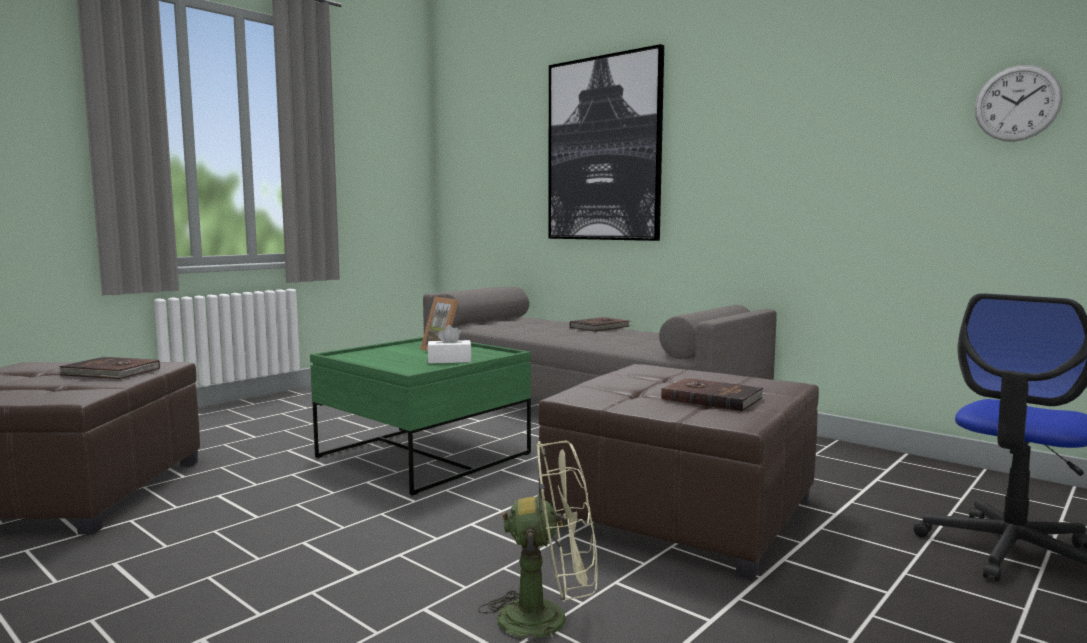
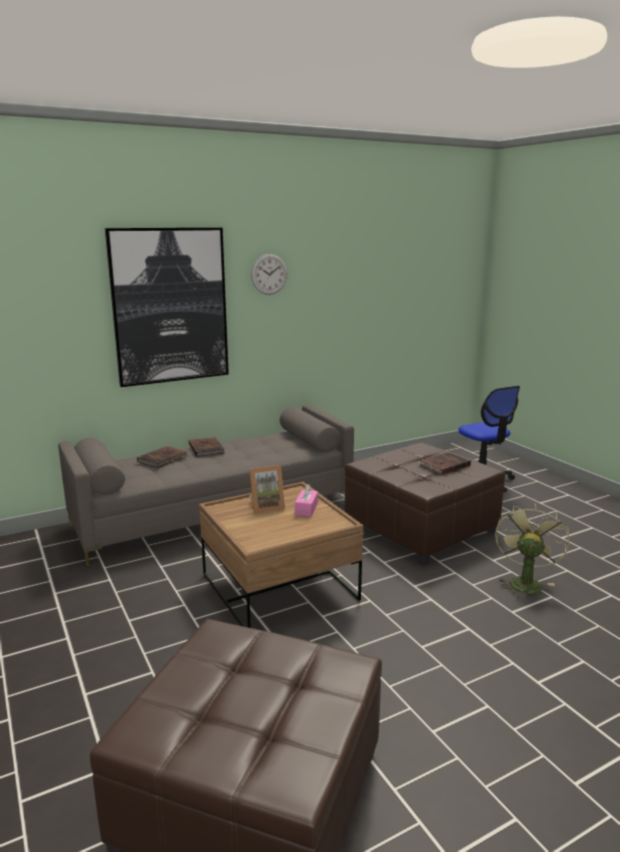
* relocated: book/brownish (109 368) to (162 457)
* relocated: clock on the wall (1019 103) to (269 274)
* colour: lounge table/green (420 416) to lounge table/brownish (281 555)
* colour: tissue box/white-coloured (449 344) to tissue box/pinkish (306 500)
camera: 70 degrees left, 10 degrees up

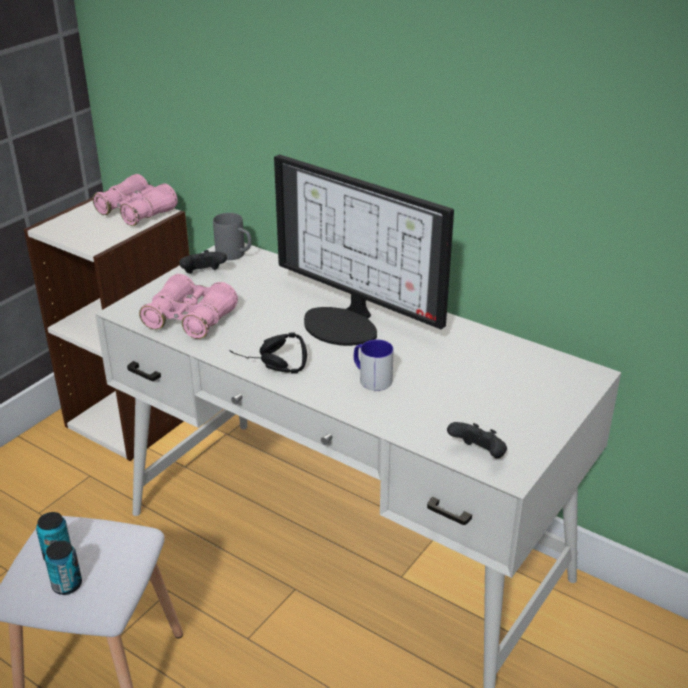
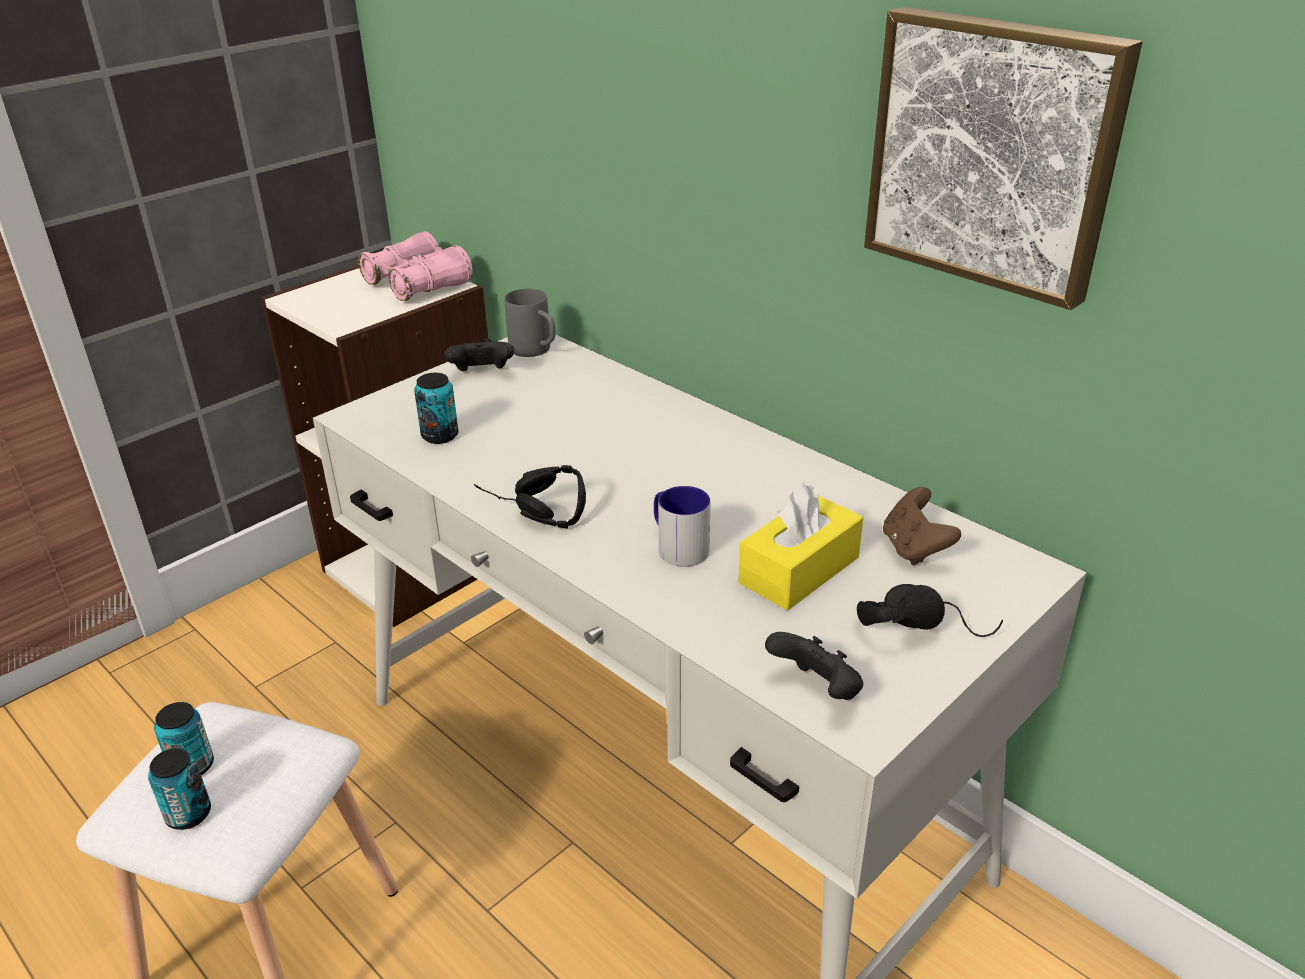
* missing: monitor (364 250)
* appeared: tissue box/yellowish (801 546)
* appeared: headset/black-coloured (930 610)
* appeared: picture (1003 158)
* appeared: gamepad/brownish (922 526)
* exchanged: binoculars/pinkish (188 306) to can (436 408)
camera: 10 degrees right, 0 degrees up

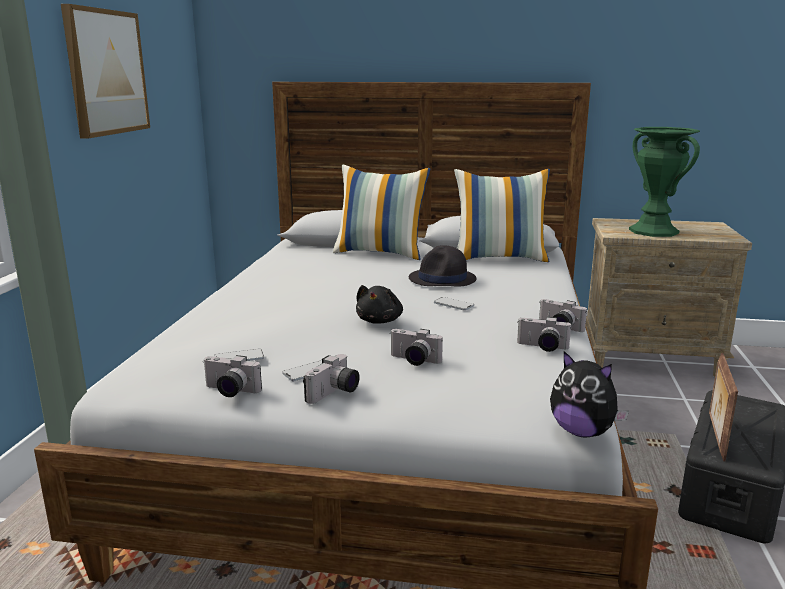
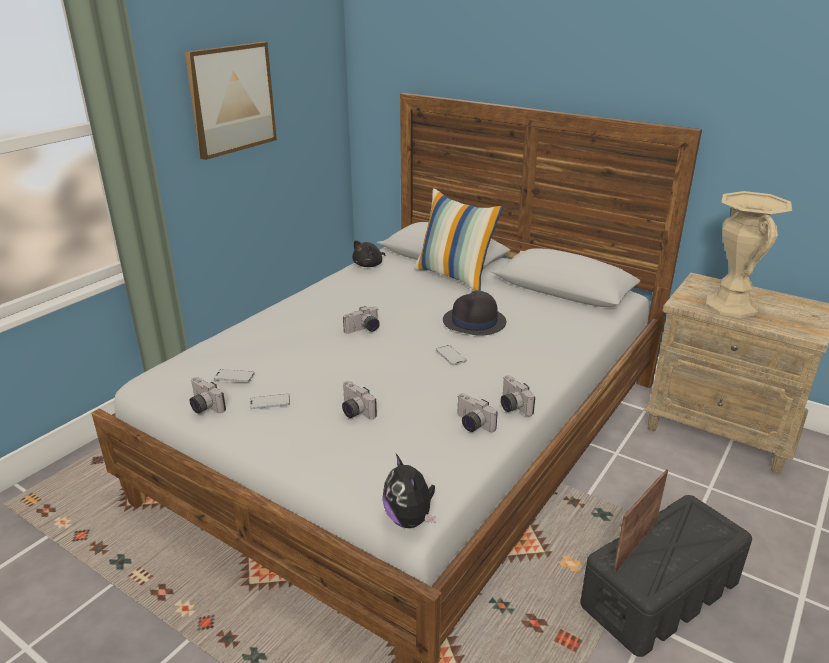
* missing: pillow (502 215)
* relocated: photo camera (331 379) to (361 320)
* relocated: soft toy/black-coloured (379 304) to (368 253)
* colour: vase/green (664 182) to vase/beige (748 254)
camera: 25 degrees right, 10 degrees up

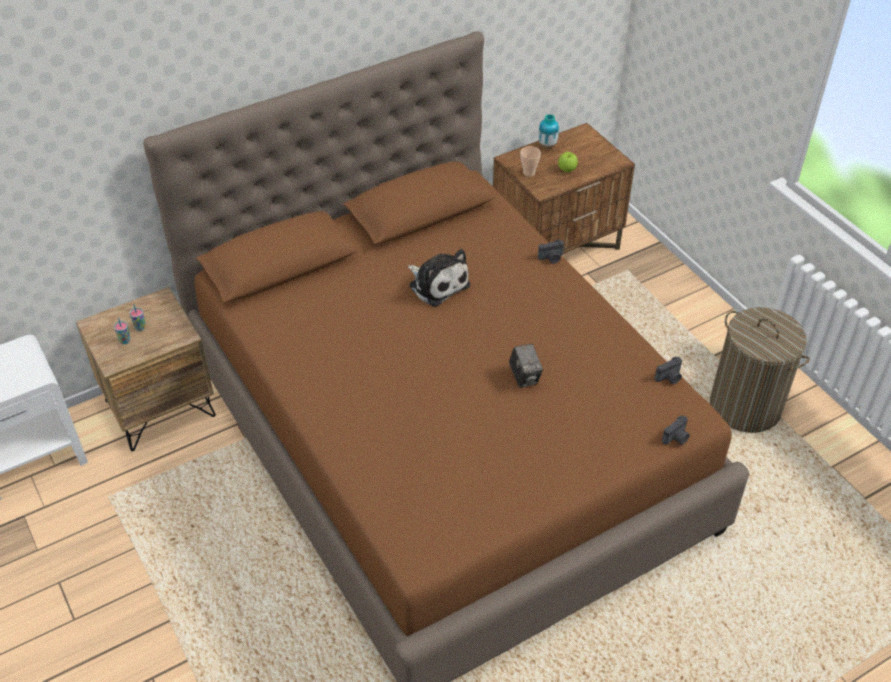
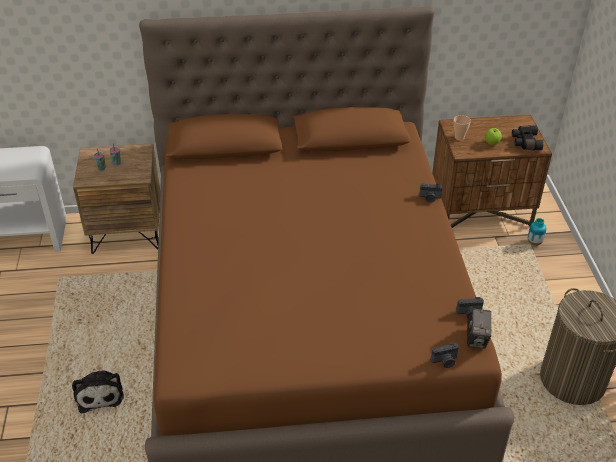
* appeared: binoculars/black-coloured (527 137)
* relocated: soft toy (439 278) to (98 391)
* relocated: photo camera (526 366) to (479 328)
* relocated: vase (548 131) to (537 232)
camera: 25 degrees right, 5 degrees down

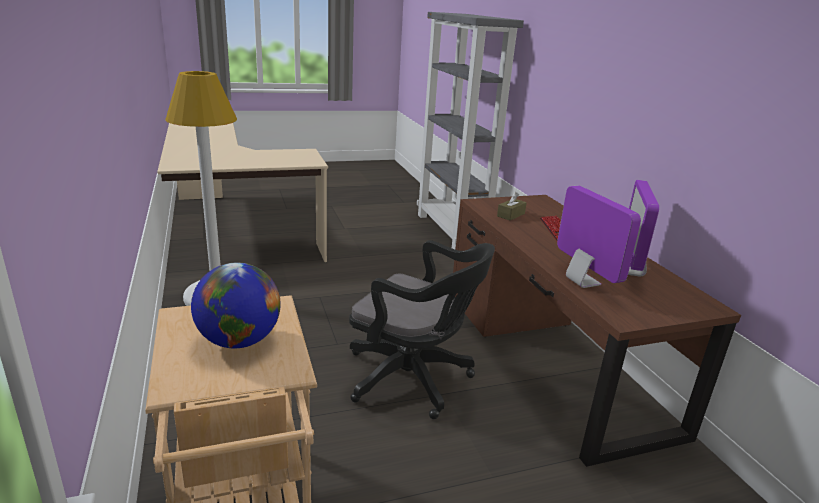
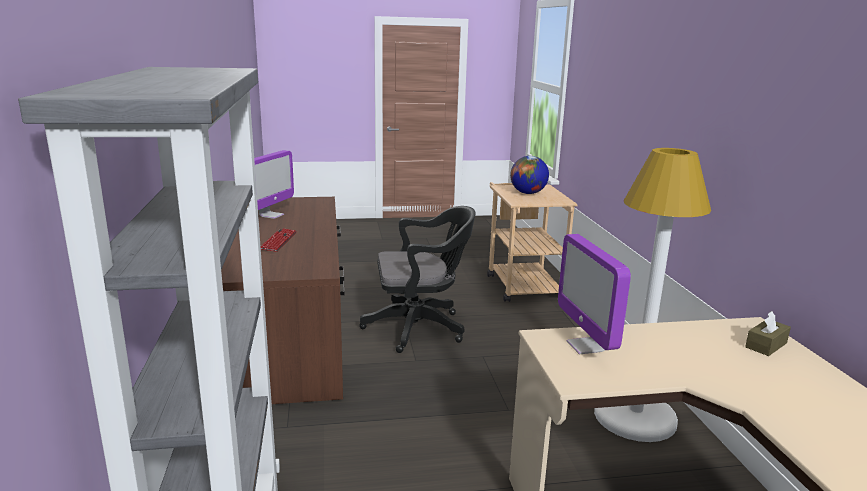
* relocated: tissue box/brownish (512 206) to (768 333)
* relocated: monitor (599 236) to (594 294)
* spun: computer chair/black-coloured (422 329) = (417 279) 135 degrees clockwise
camera: 170 degrees left, 5 degrees down

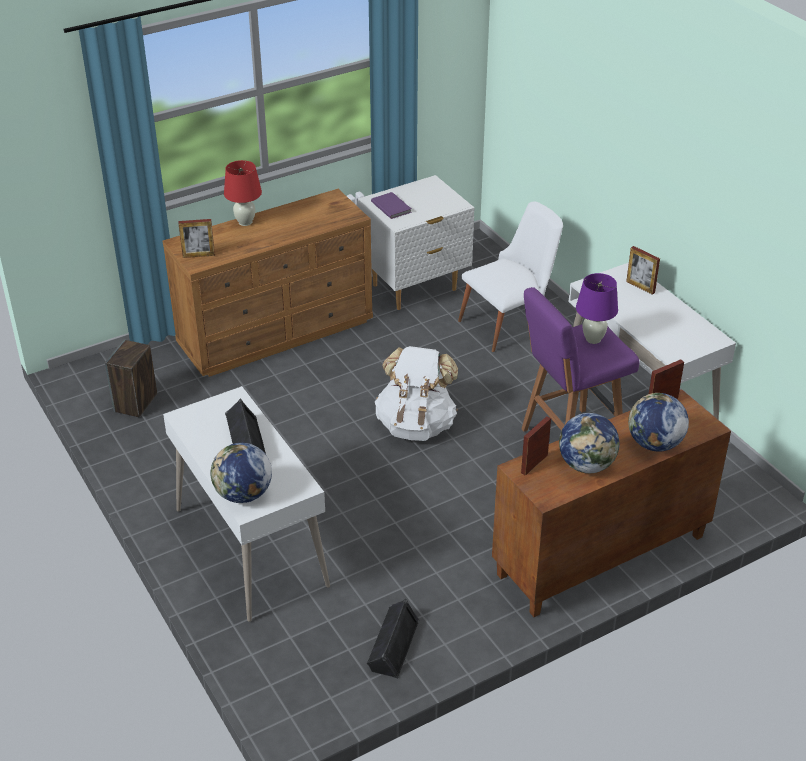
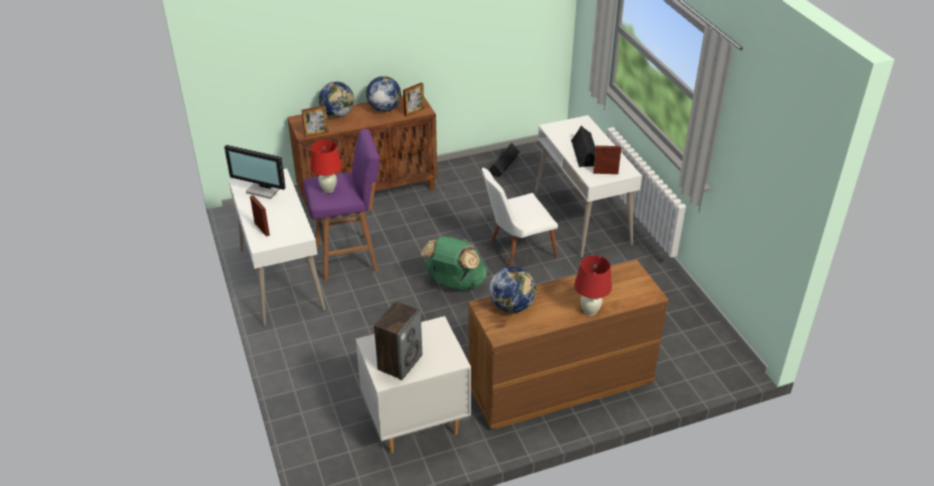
* missing: book/purple-coloured (391 205)
* appeared: monitor (255 172)
* relocated: audio speaker (131 378) to (398 340)
* relocated: photo frame (196 238) to (607 160)
* relocated: globe (241 473) to (512 290)
* relocated: upright chair/white-coloured (510 277) to (520 217)
* colour: rucksack/white-coloured (416 393) to rucksack/green (454 263)
* colour: tabletop lamp/purple-coloured (597 308) to tabletop lamp/reddish (326 166)
camera: 170 degrees left, 0 degrees up

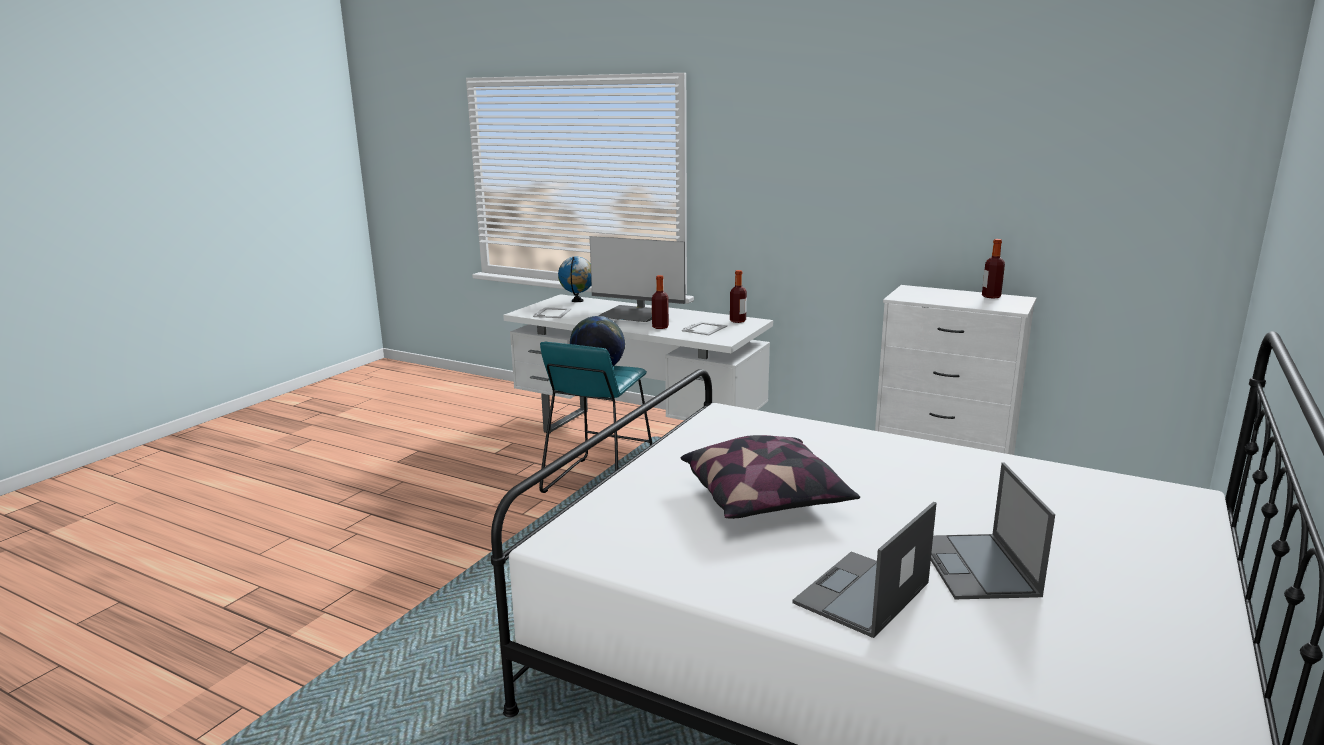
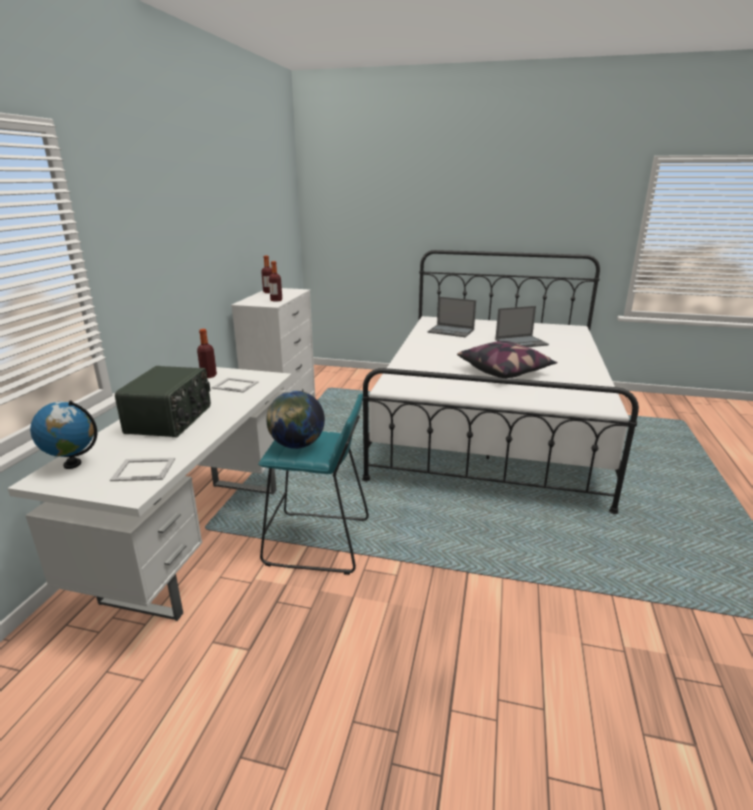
* relocated: bottle (660 302) to (275 281)
* relocated: laptop (864 570) to (452 317)
* exchanged: monitor (637 279) to radio (163 401)
camera: 105 degrees left, 5 degrees up

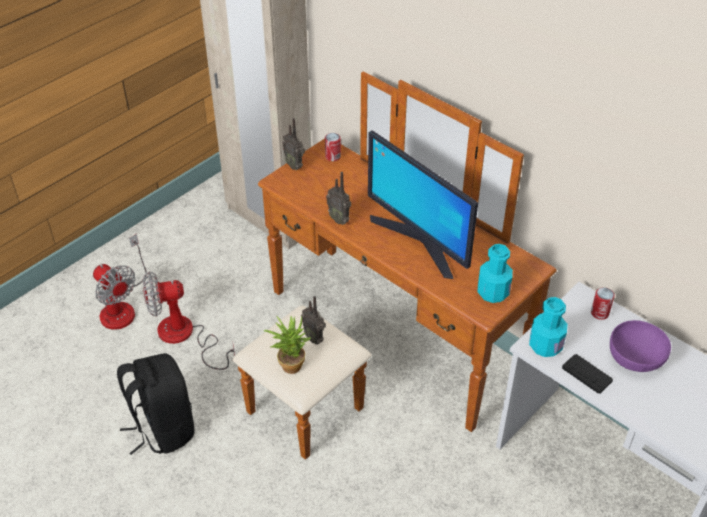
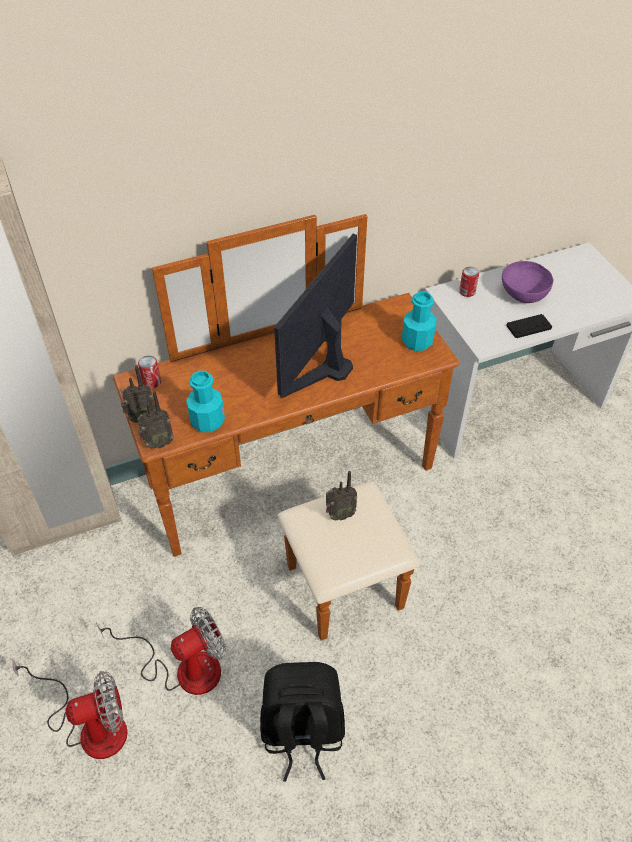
* missing: houseplant (287 345)
* relocated: radio (338 198) to (155 419)
* relocated: bottle/turquoise-coloured (548 327) to (205 401)
* spun: electric fan (189 321) = (161 651) 135 degrees counterclockwise
* spun: monitor (423 204) = (315 316) 135 degrees clockwise
camera: 65 degrees left, 5 degrees up

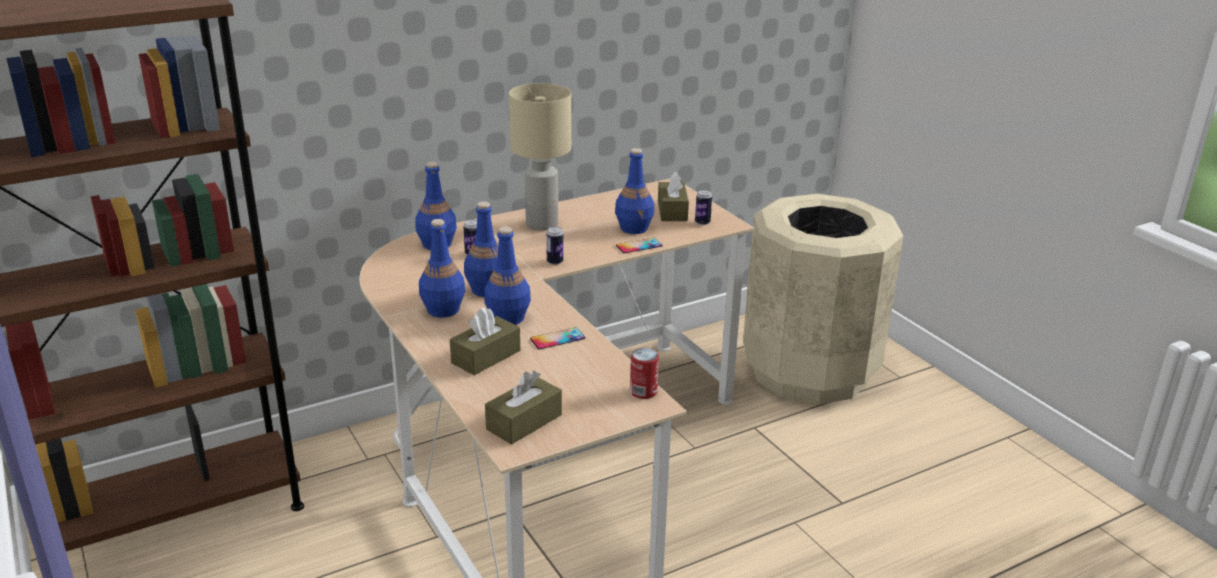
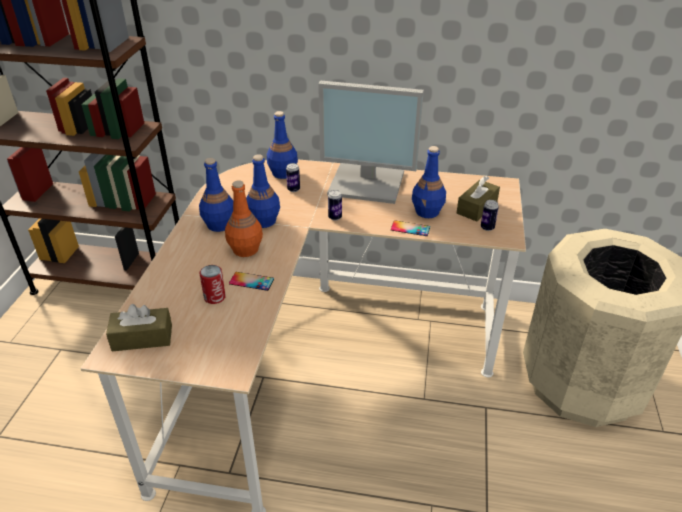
* missing: tissue box/brownish (485 341)
* relocated: can (644 373) to (212 284)
* exchanged: tabletop lamp/beige (540 157) to monitor (371 142)
* colour: bottle/blue (507 275) to bottle/orange (244 218)
camera: 40 degrees right, 10 degrees up

